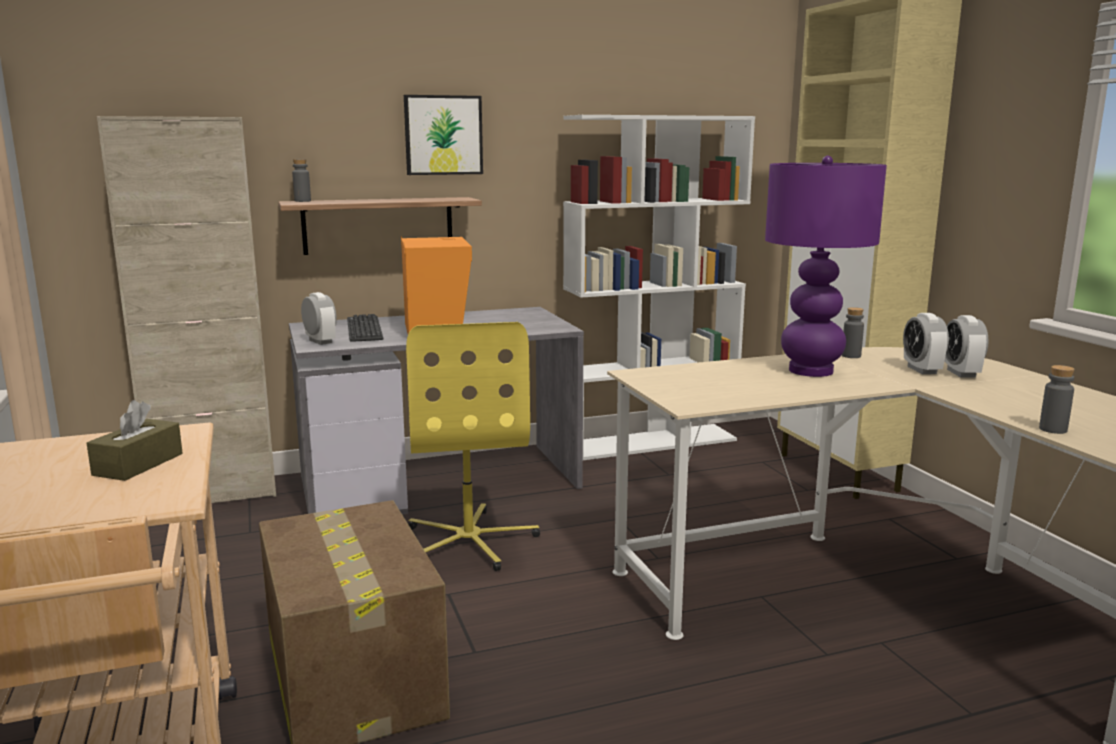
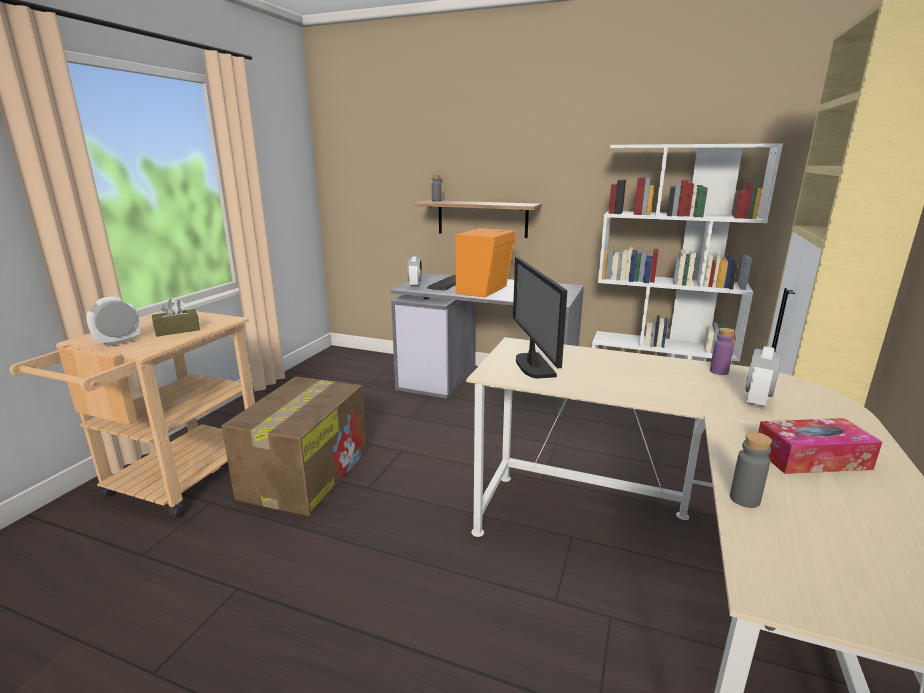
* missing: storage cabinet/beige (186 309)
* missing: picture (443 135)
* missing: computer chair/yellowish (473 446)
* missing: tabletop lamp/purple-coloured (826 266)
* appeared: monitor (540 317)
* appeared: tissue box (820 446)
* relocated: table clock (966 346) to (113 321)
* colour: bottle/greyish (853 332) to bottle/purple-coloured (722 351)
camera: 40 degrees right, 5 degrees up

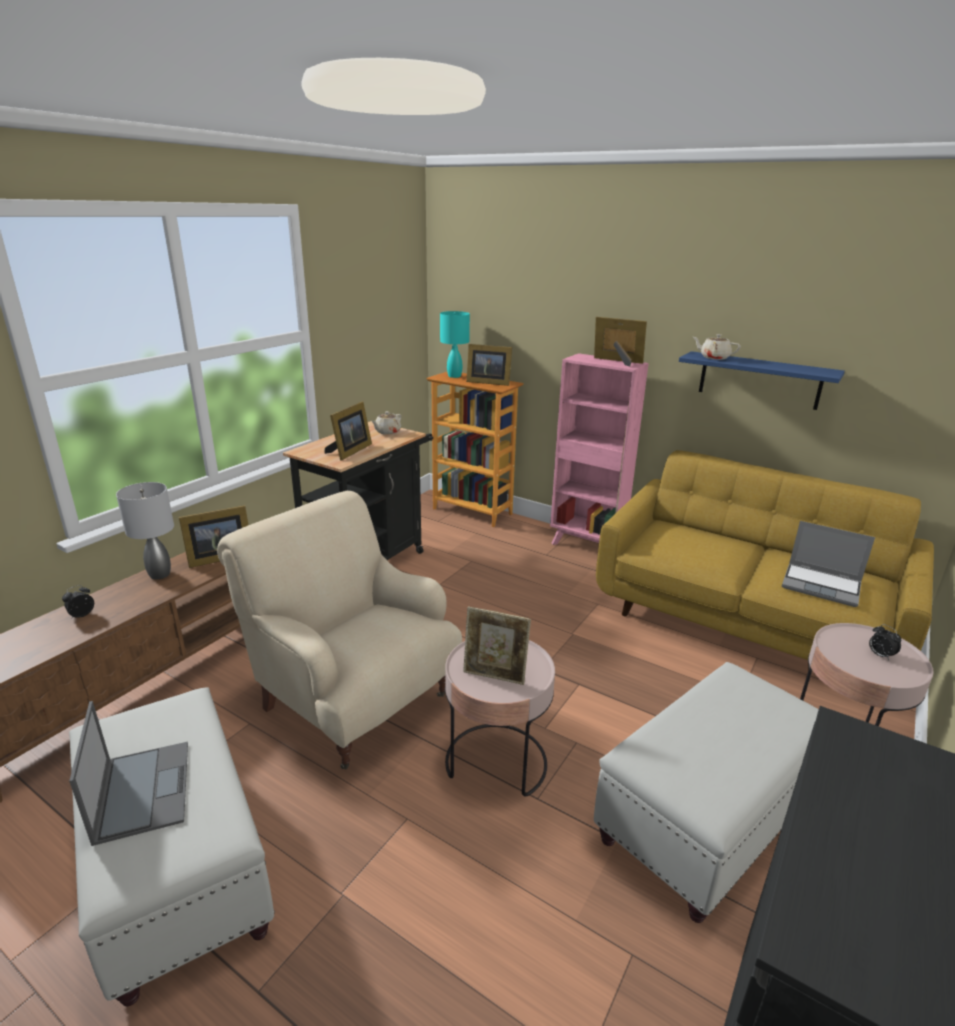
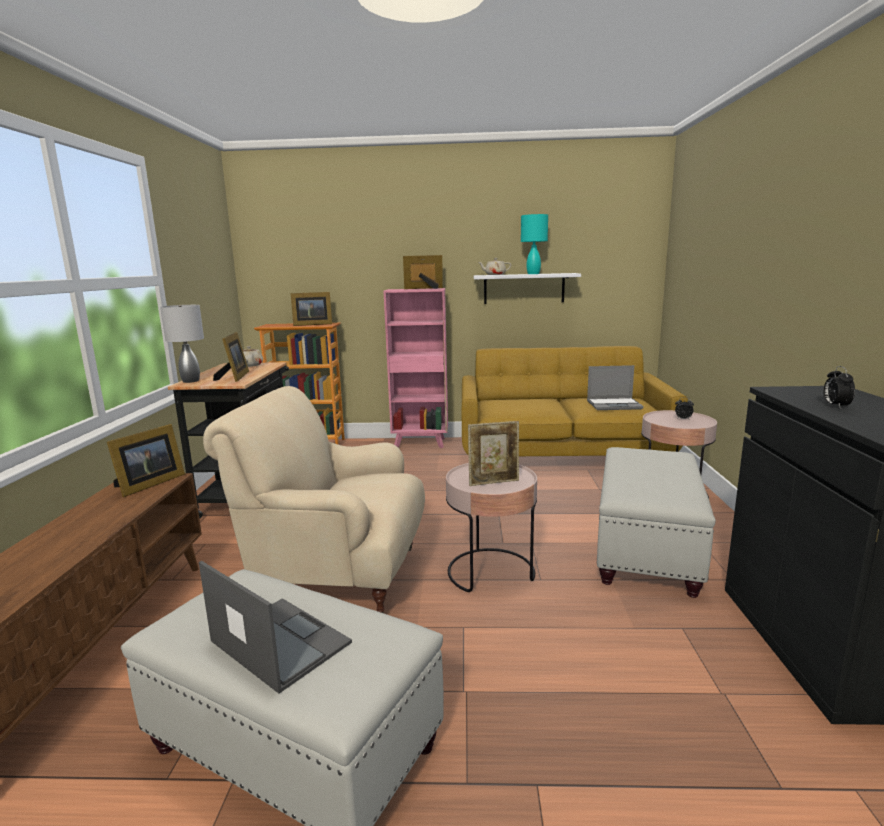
* relocated: table clock (78 601) to (839 387)
* relocated: tabletop lamp/greyish (145 530) to (182 344)
* relocated: tabletop lamp/turquoise-coloured (455 344) to (534 244)
* colour: wall shelf/blue (762 380) to wall shelf/white-coloured (527 288)
camera: 30 degrees left, 10 degrees down

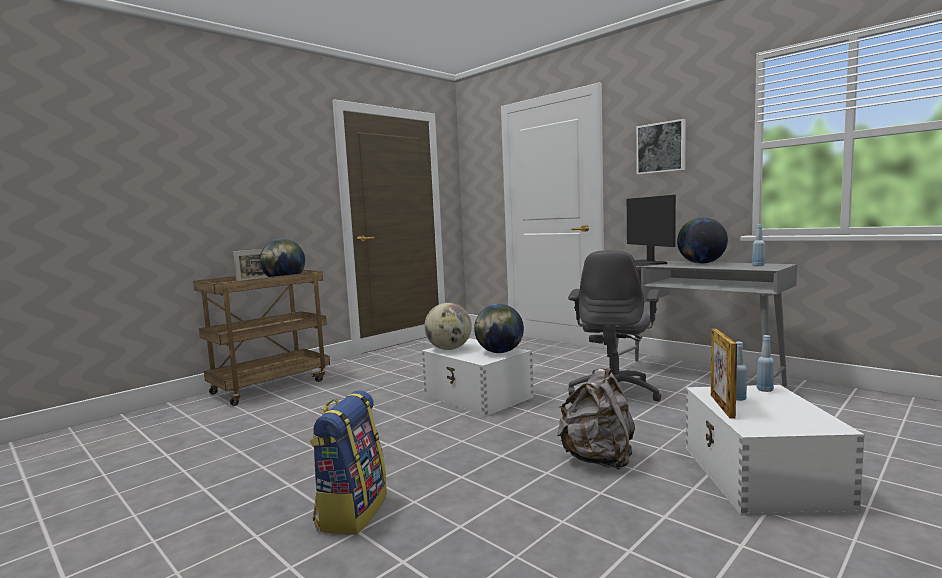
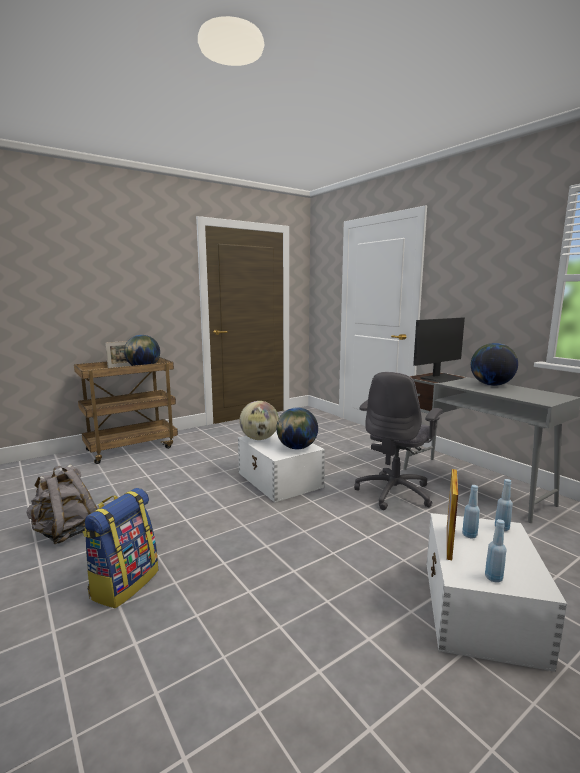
* missing: picture (661 147)
* relocated: rucksack/greyish (596 419) to (62 504)
* relocated: bottle/blue (758 245) to (495 550)
* spun: monitor (651 230) = (439 350) 120 degrees counterclockwise
camera: 10 degrees right, 5 degrees up

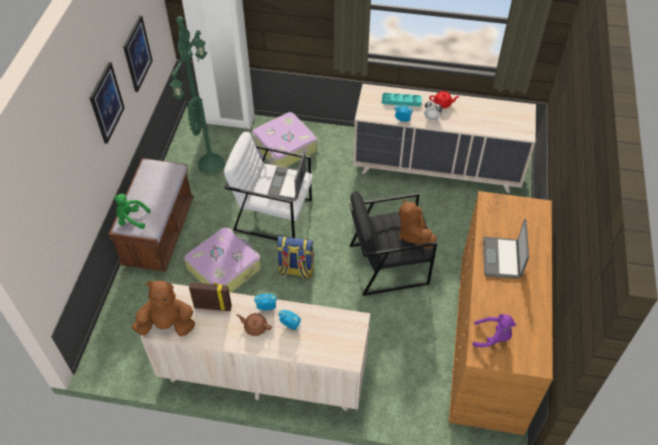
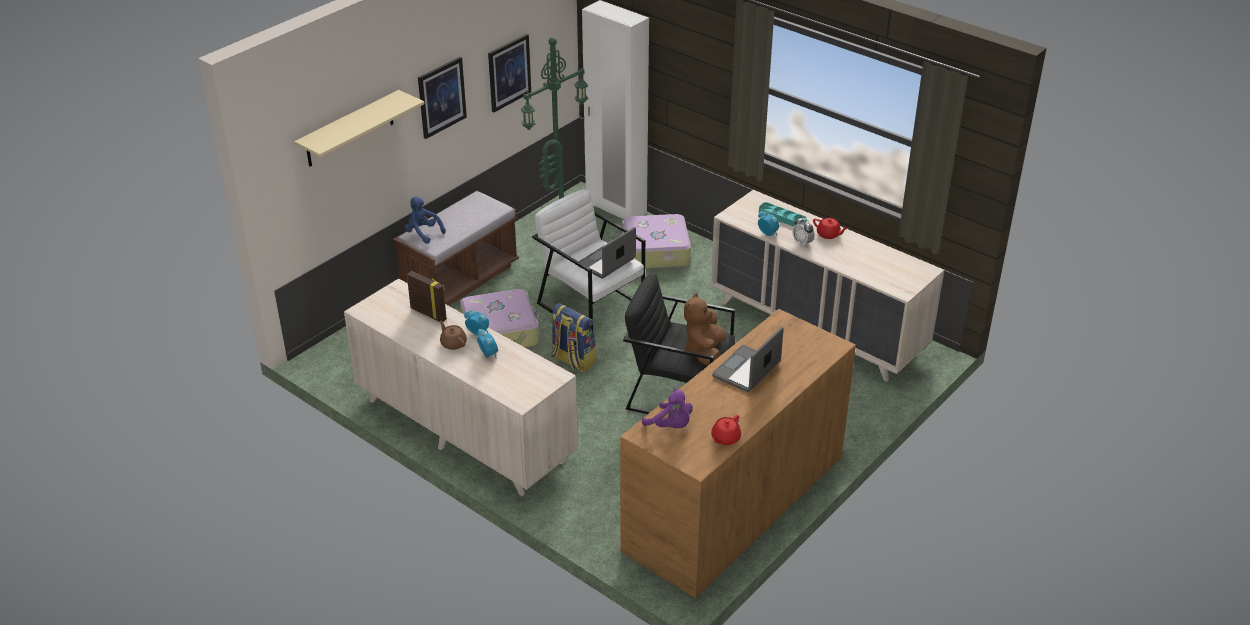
* missing: soft toy/brownish (163 308)
* appeared: wall shelf/beige (359 128)
* appeared: pot for tea/reddish (726 430)
* colour: soft toy/green (132 211) to soft toy/blue (425 220)
camera: 30 degrees right, 15 degrees down

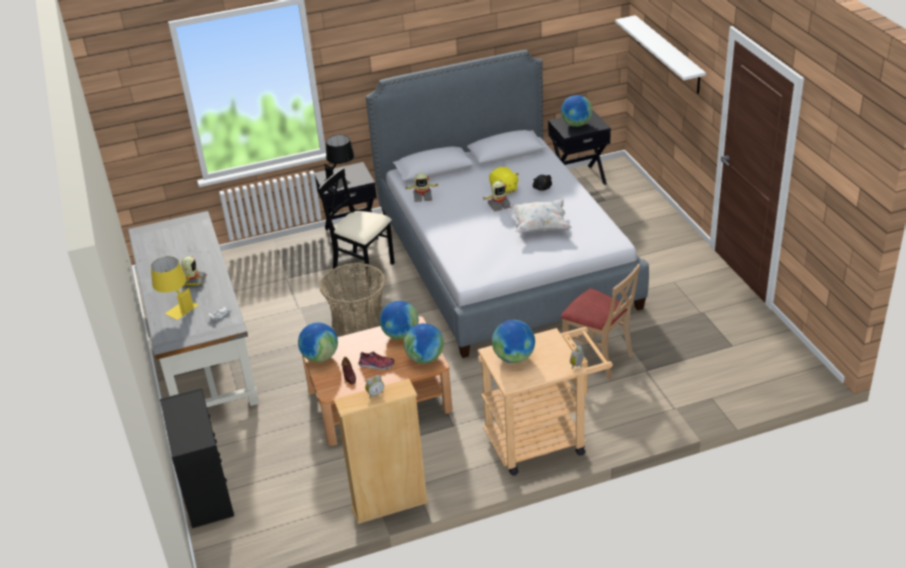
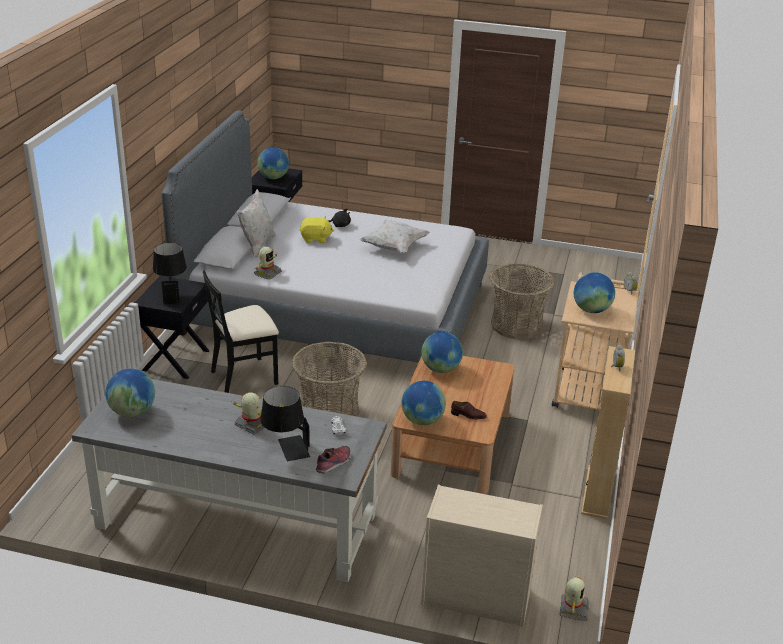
* missing: wall shelf/white-coloured (660 54)
* appeared: pillow/white-coloured (256 223)
* relocated: low shoe (376 360) to (333 460)
* relocated: globe (424 343) to (130 393)
* relocated: toy robot (498 196) to (574 598)
* exchanged: upright chair/beige (600 322) to storage basket (522 301)
* colour: tabletop lamp/yellowish (174 288) to tabletop lamp/black-coloured (285 423)
* colour: chest of drawers/black-coloured (197 458) to chest of drawers/beige (482 556)
camera: 60 degrees left, 5 degrees down

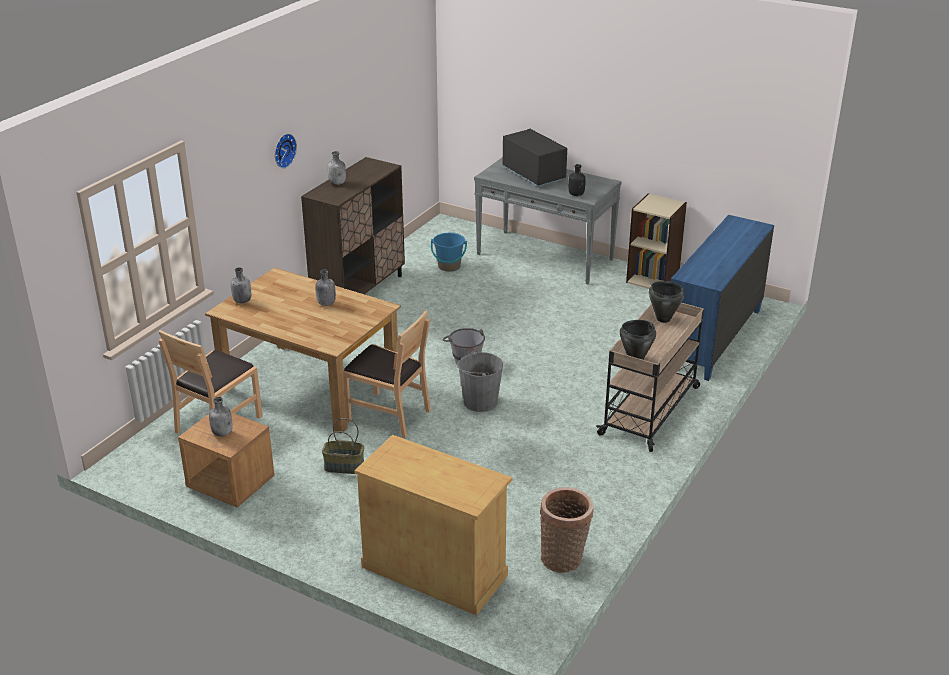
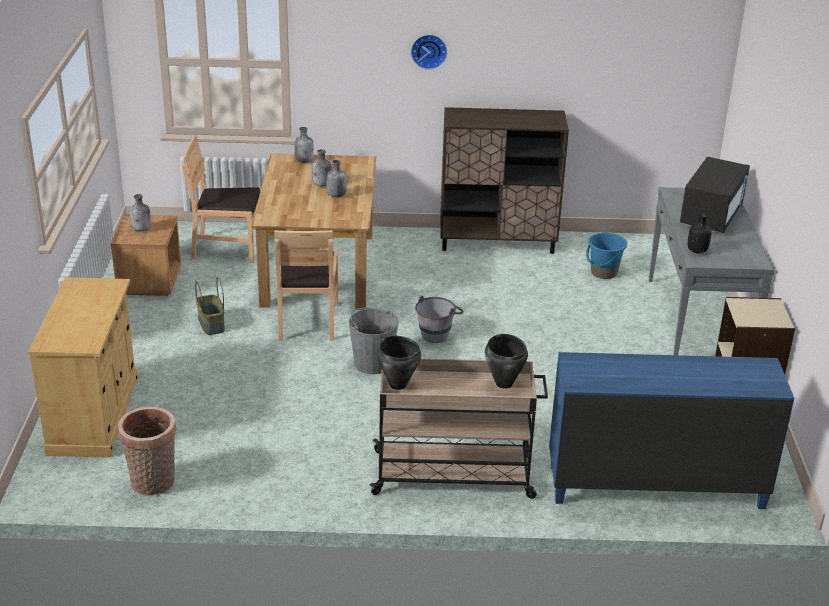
* relocated: bottle/greyish (337 168) to (322 167)
camera: 60 degrees right, 0 degrees up

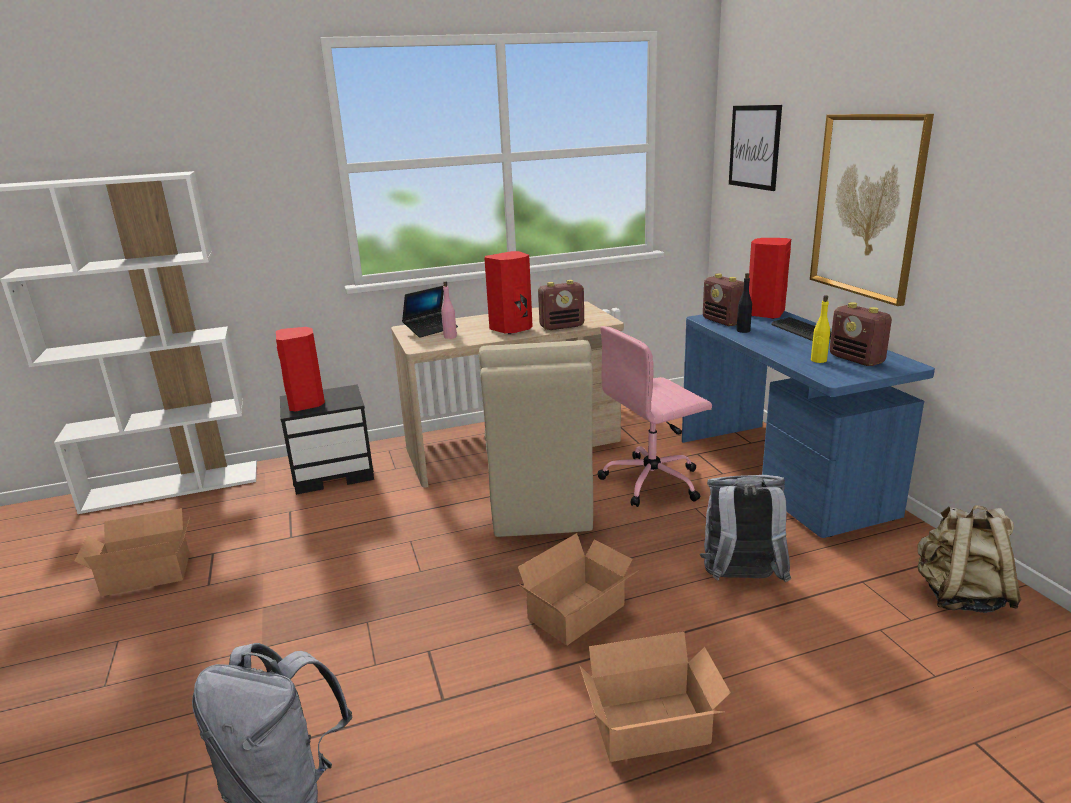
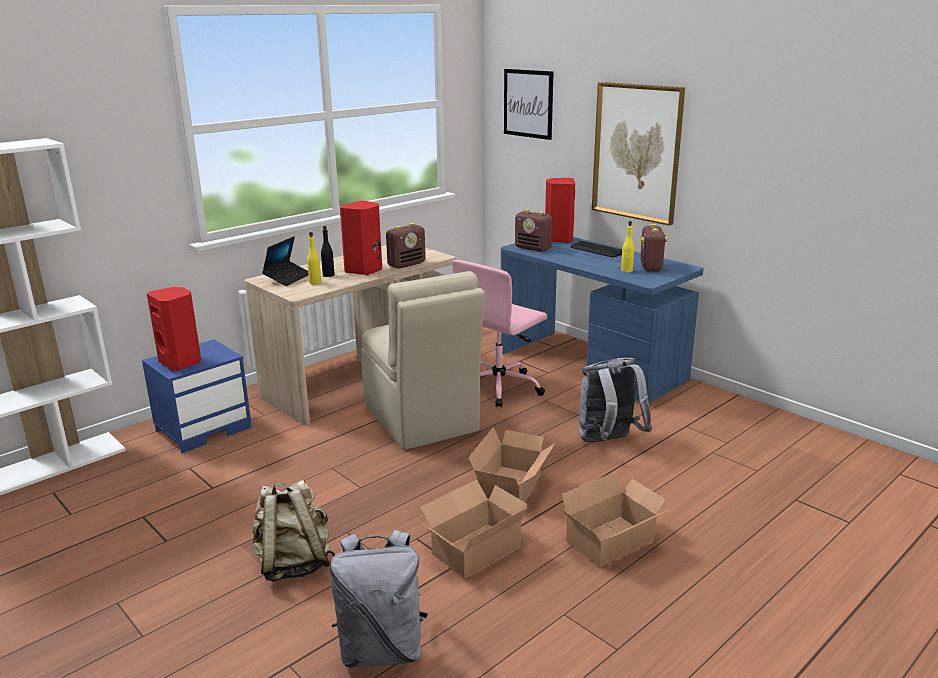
* relocated: packing box (132 552) to (474 529)
* relocated: bottle/black-coloured (744 303) to (328 251)
* relocated: rucksack/beige (969 559) to (293 531)
* colour: bedside table/black-coloured (327 439) to bedside table/blue (196 396)
* colour: bottle/pinkish (449 310) to bottle/yellowish (314 258)
* spun: radio (861 334) = (654 248) 60 degrees clockwise
camera: 25 degrees left, 0 degrees up

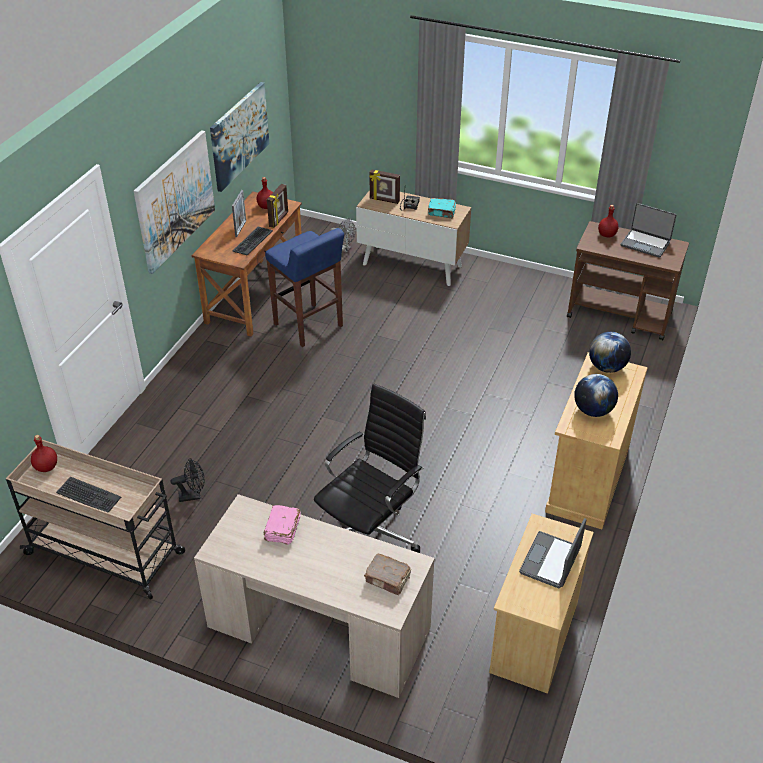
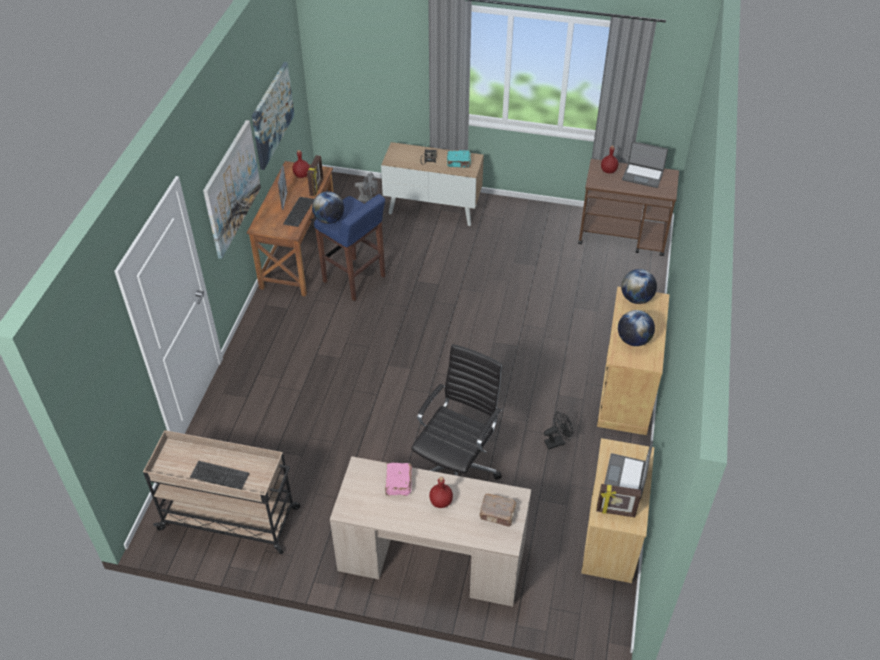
* appeared: globe (328 207)
* relocated: bottle/reddish (44 453) to (441 492)
* relocated: electric fan/black-coloured (188 480) to (558 430)
* relocated: photo frame (384 186) to (618 500)
camera: 10 degrees left, 5 degrees up

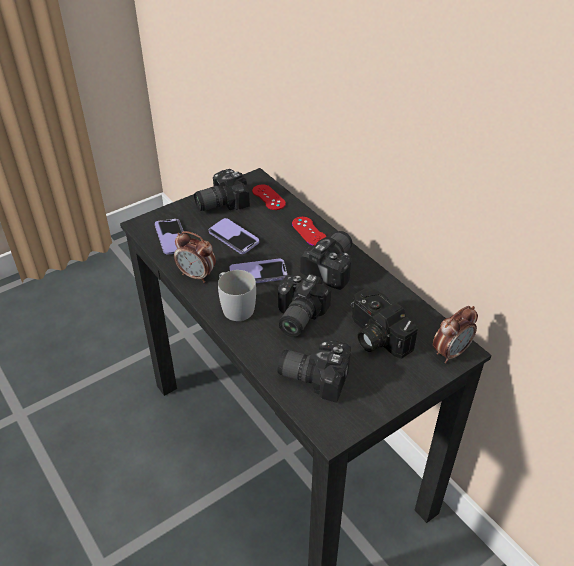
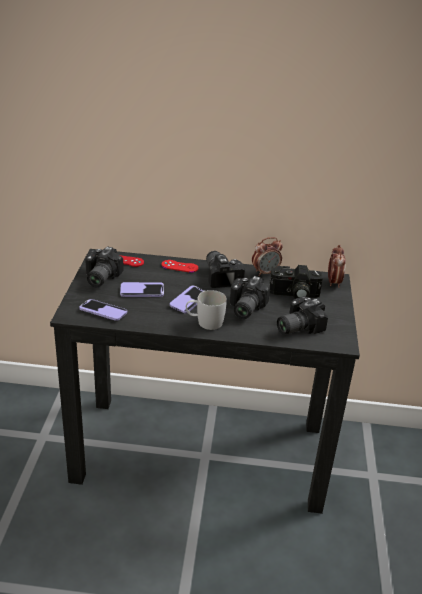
* relocated: table clock (195 257) to (267 256)
* spun: photo camera (304 305) = (250 297) 45 degrees clockwise
camera: 50 degrees left, 10 degrees down

